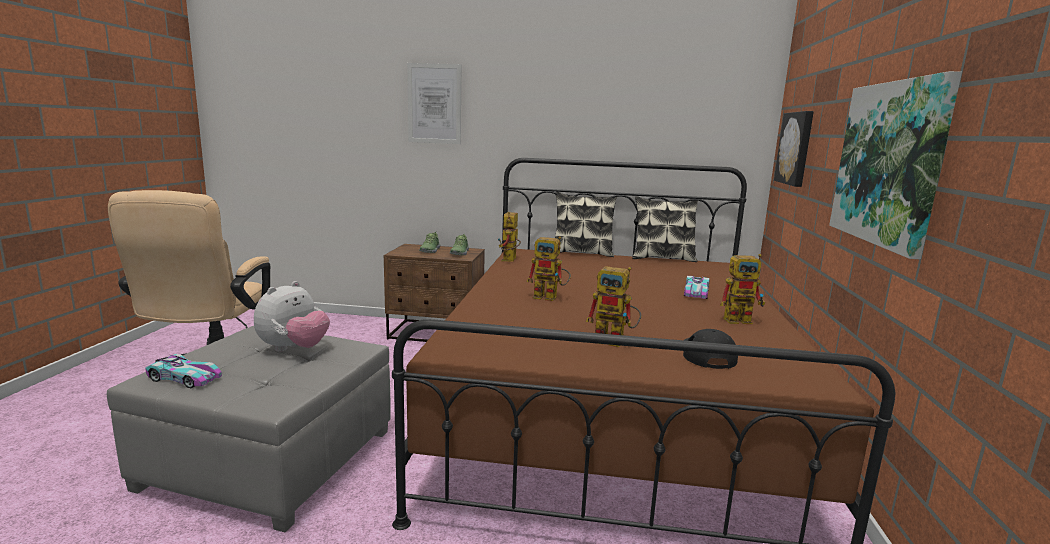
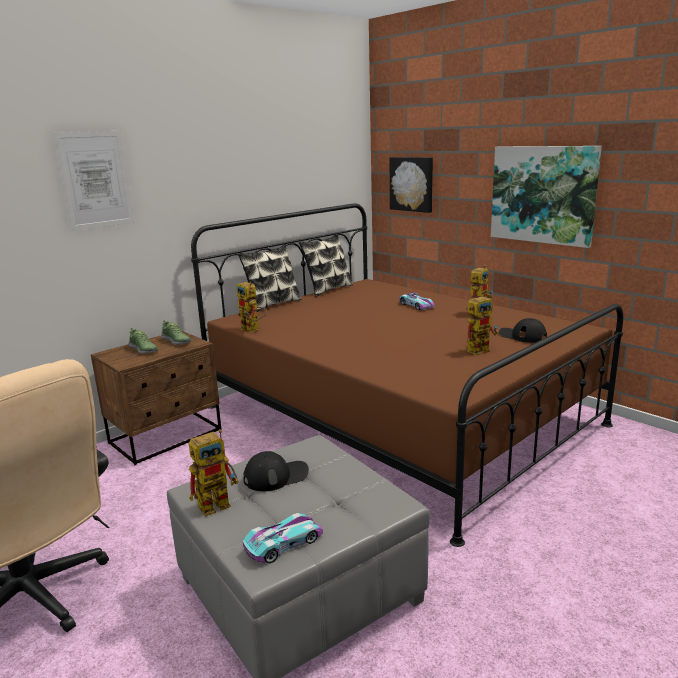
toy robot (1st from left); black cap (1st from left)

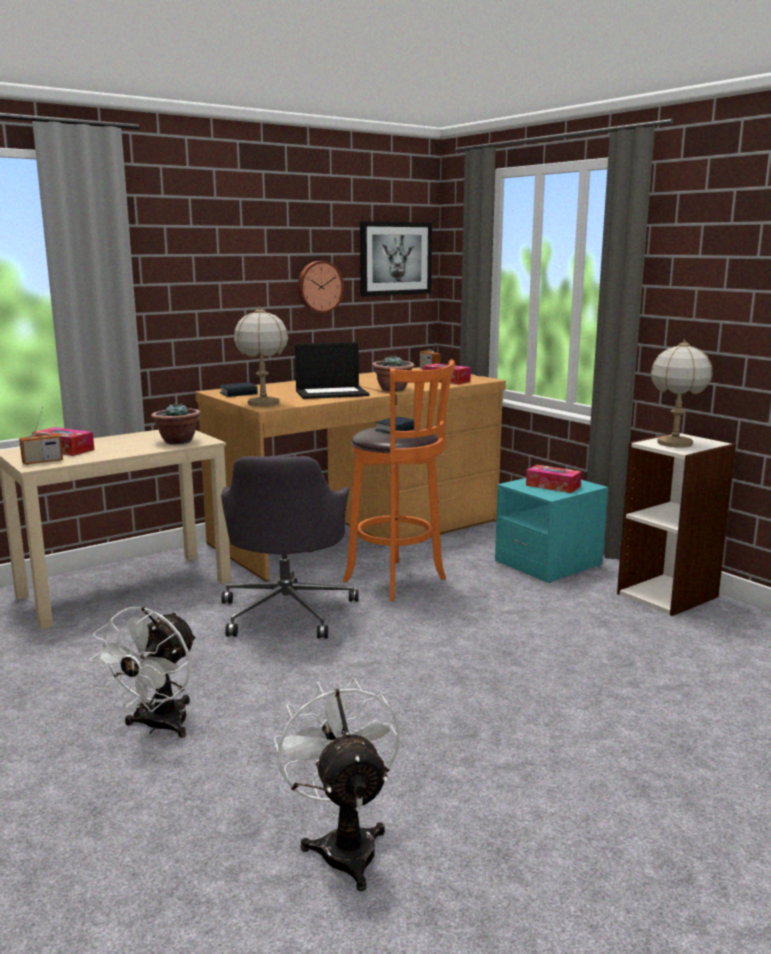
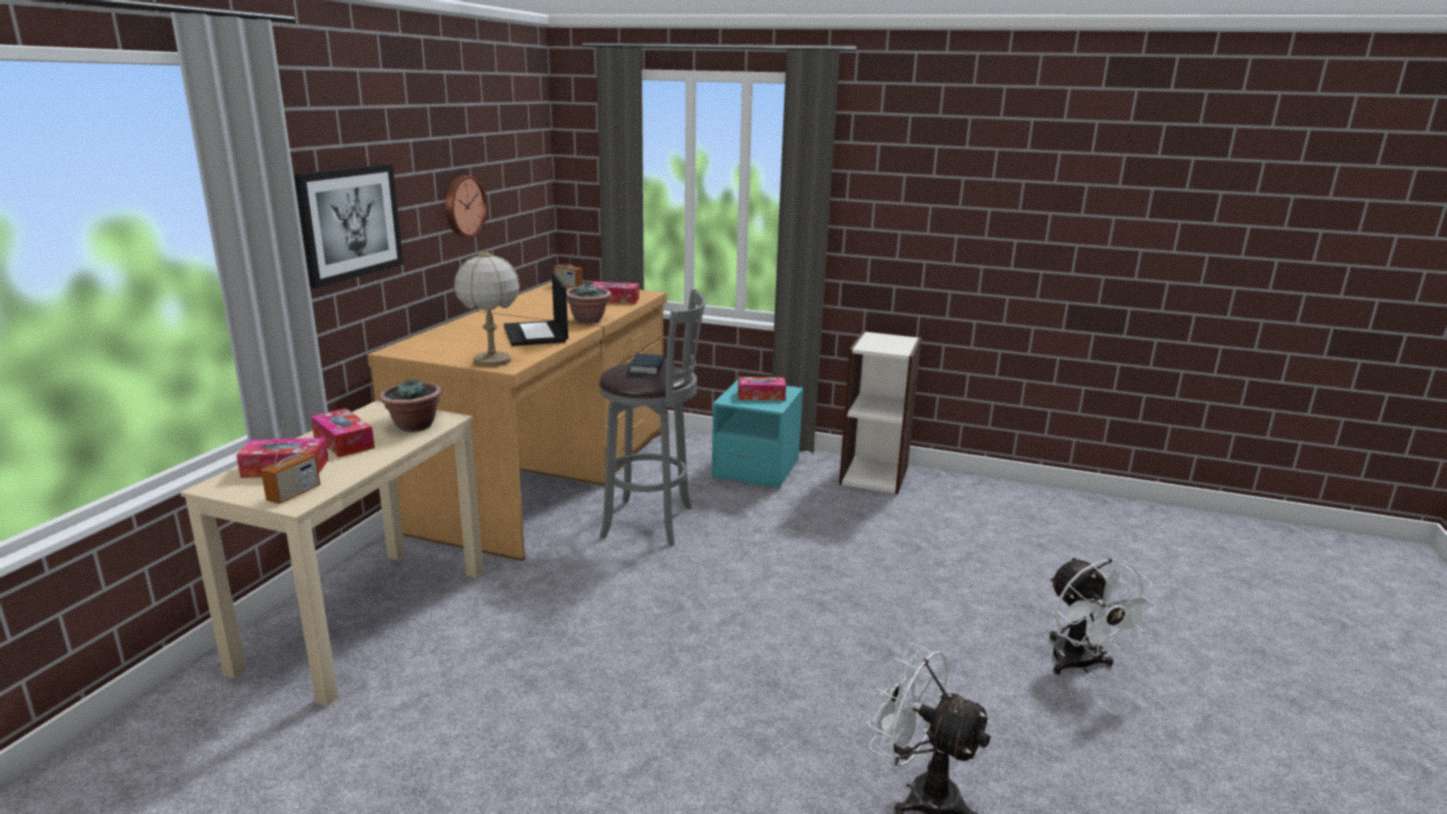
picture; tissue box (2nd from left); laptop; grey stool; white fan (2nd from left); book (1st from left in the first image); grey office chair; table lamp (2nd from left in the first image)

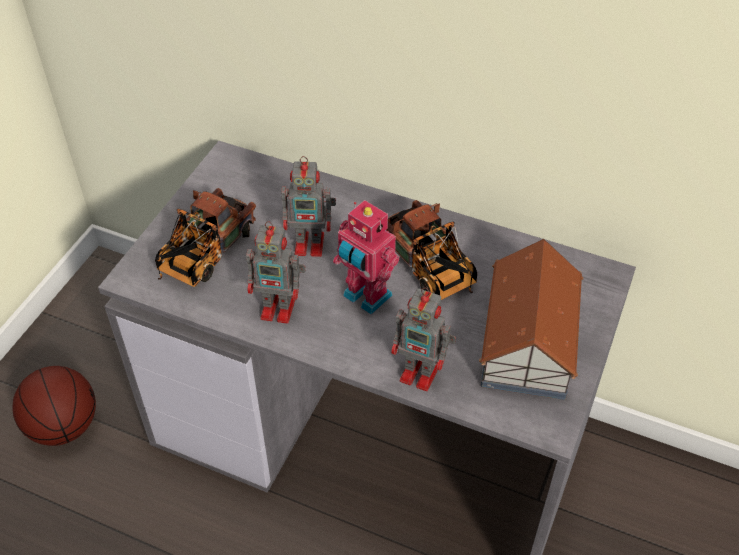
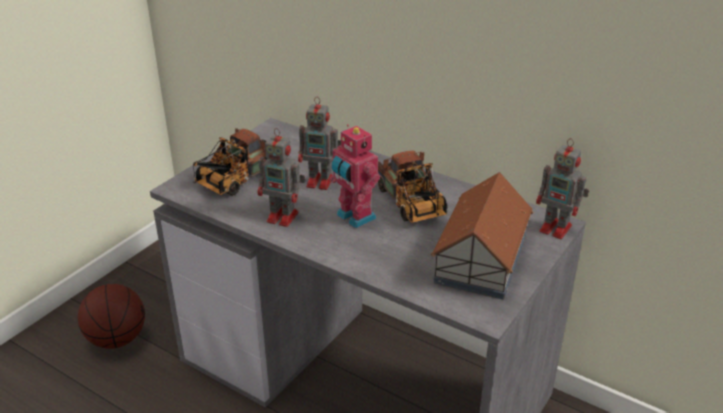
toy robot (4th from left)

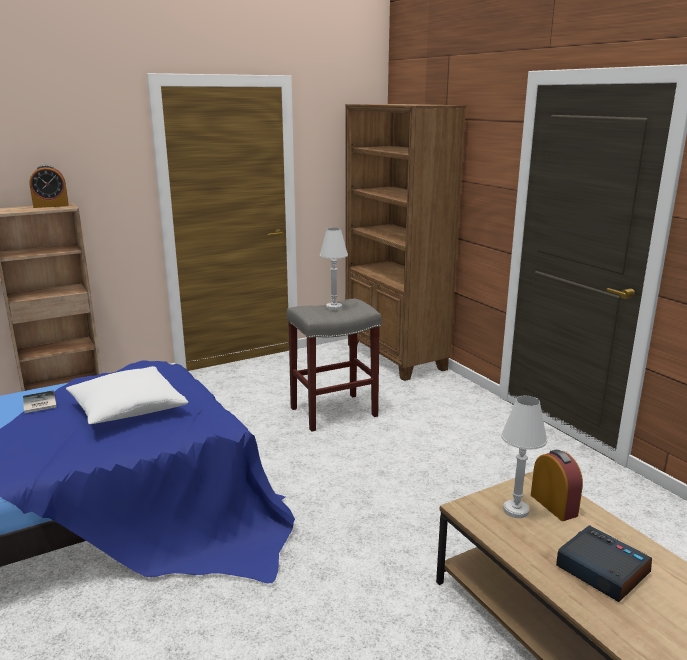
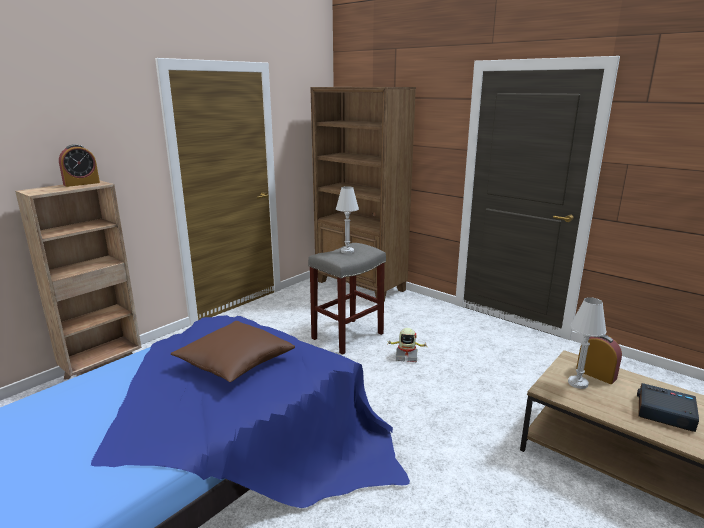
brown pillow; toy robot; book

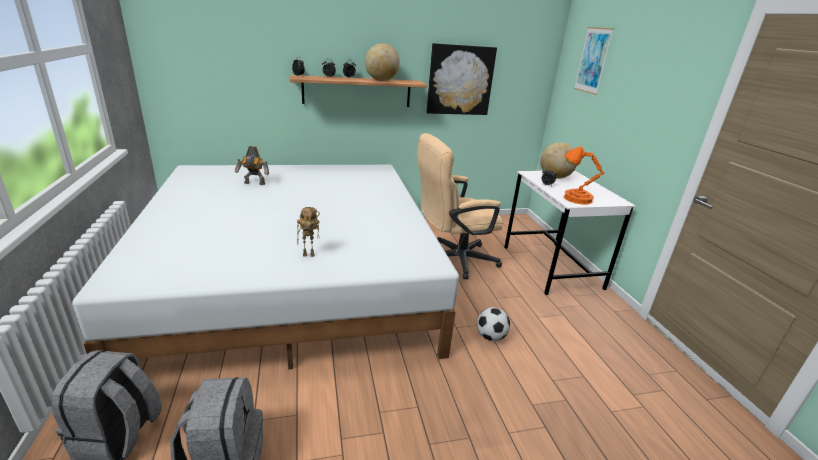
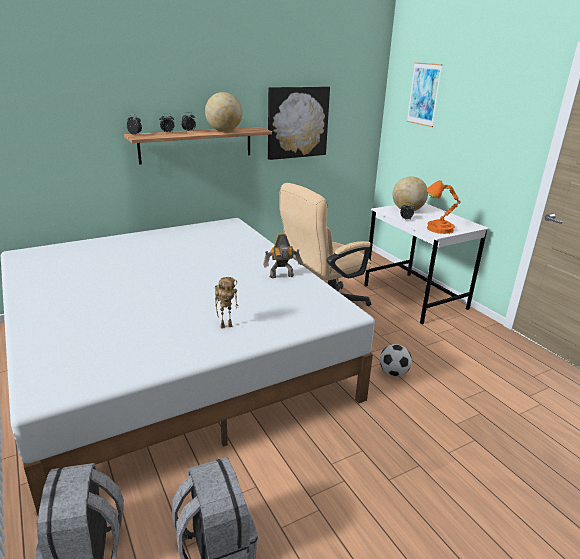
toy robot (2nd from left)

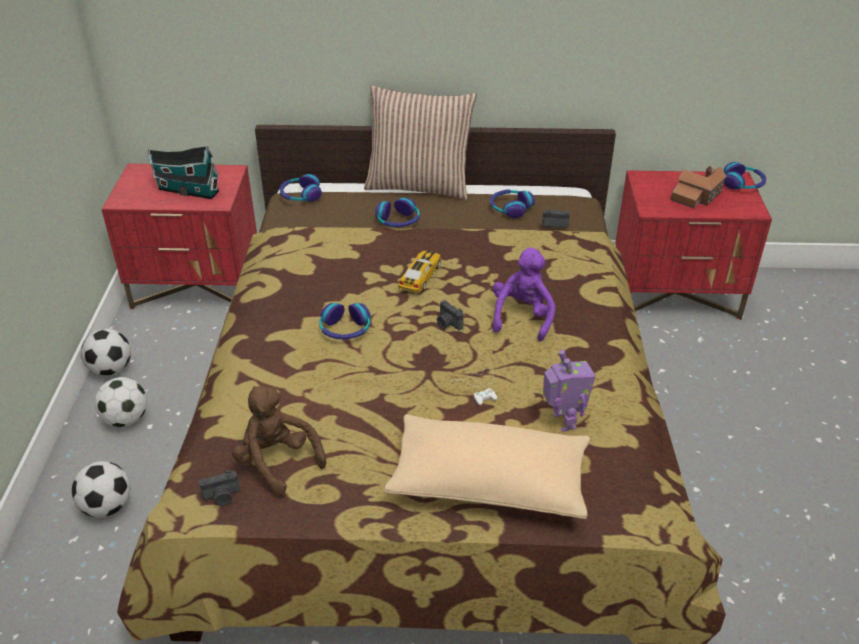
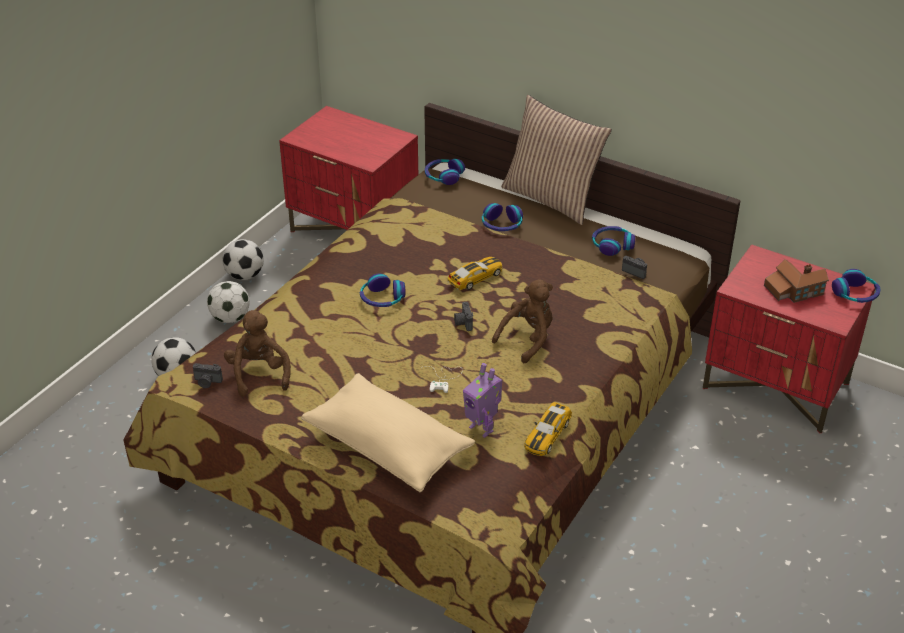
toy robot; brown plush toy (2nd from left); toy car (2nd from left); toy house (1st from left in the first image)

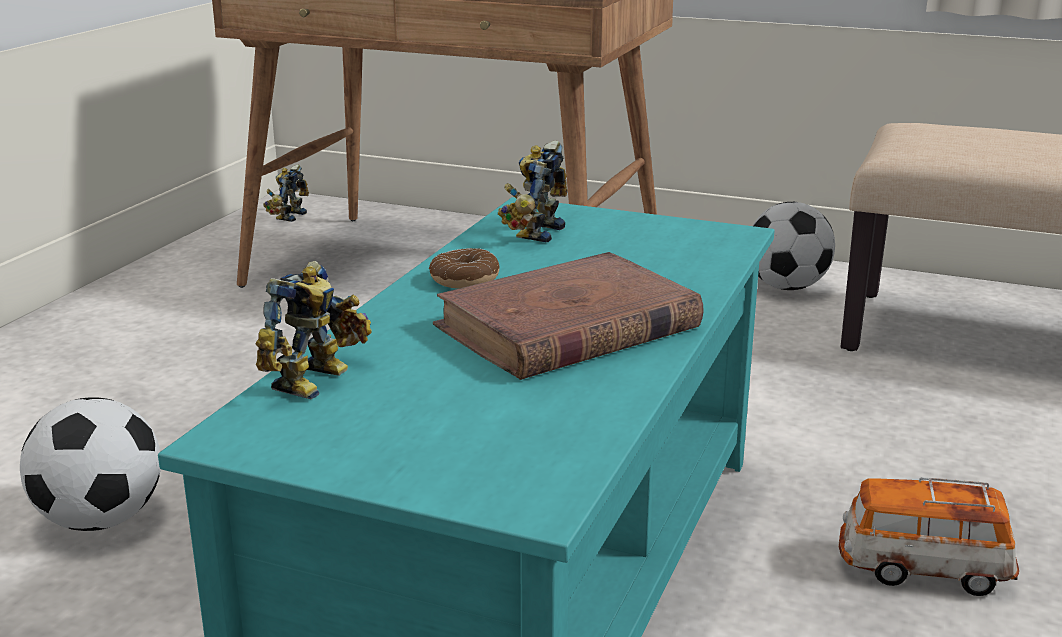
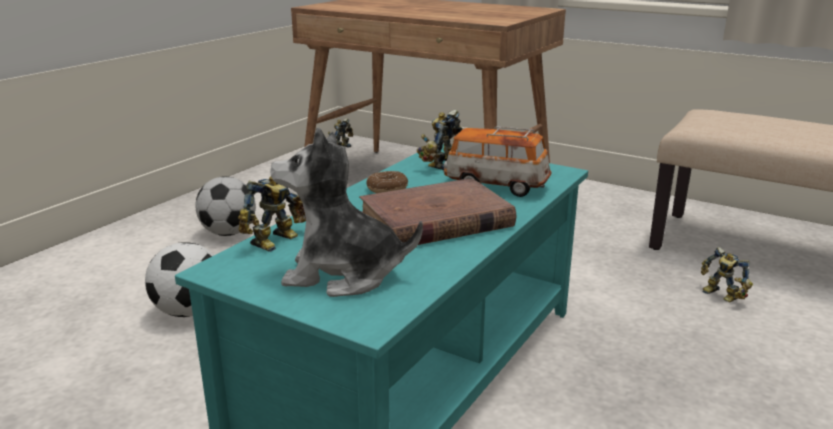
football (2nd from left); plush toy; toy car; toy robot (4th from left)

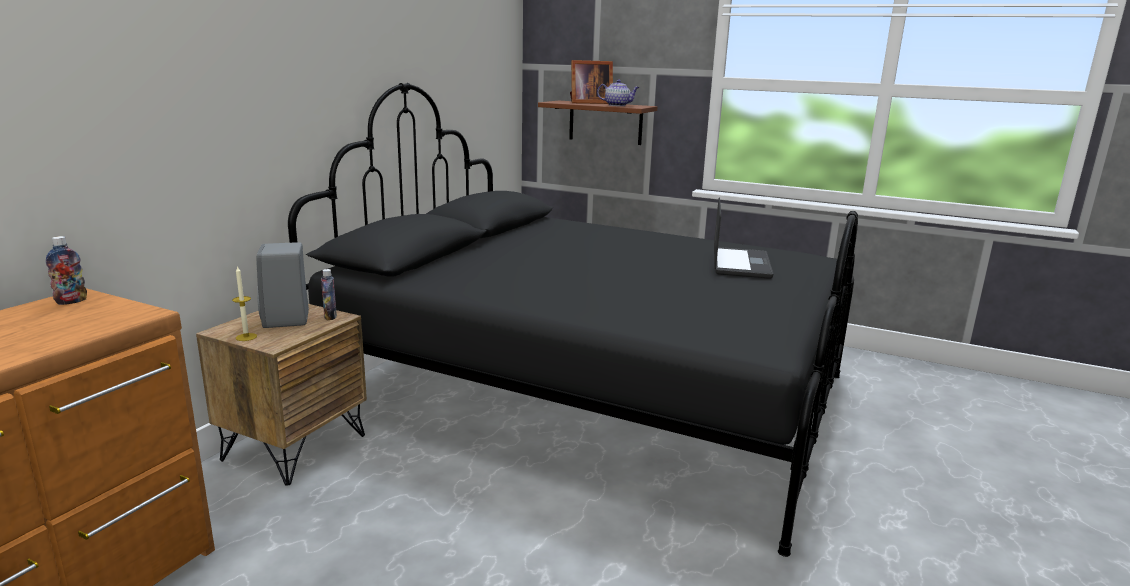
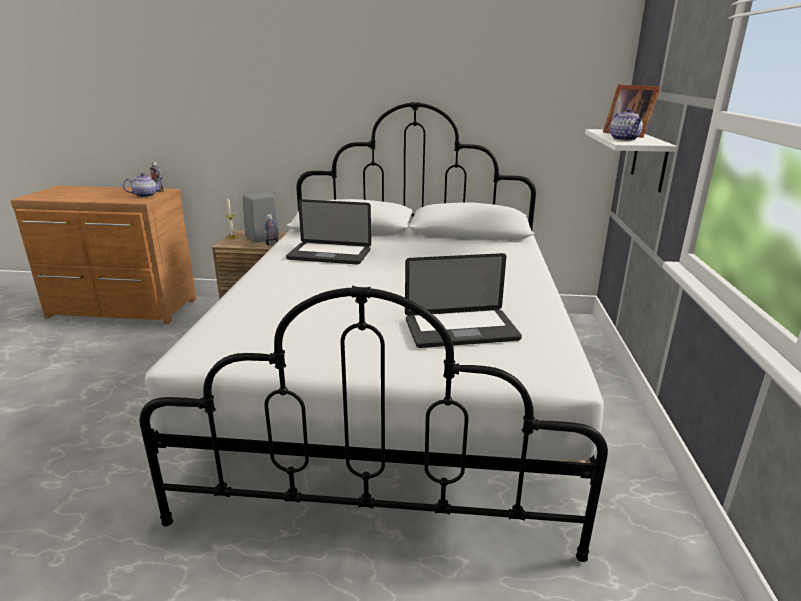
teapot (1st from left); white bed; laptop (1st from left); white shelf

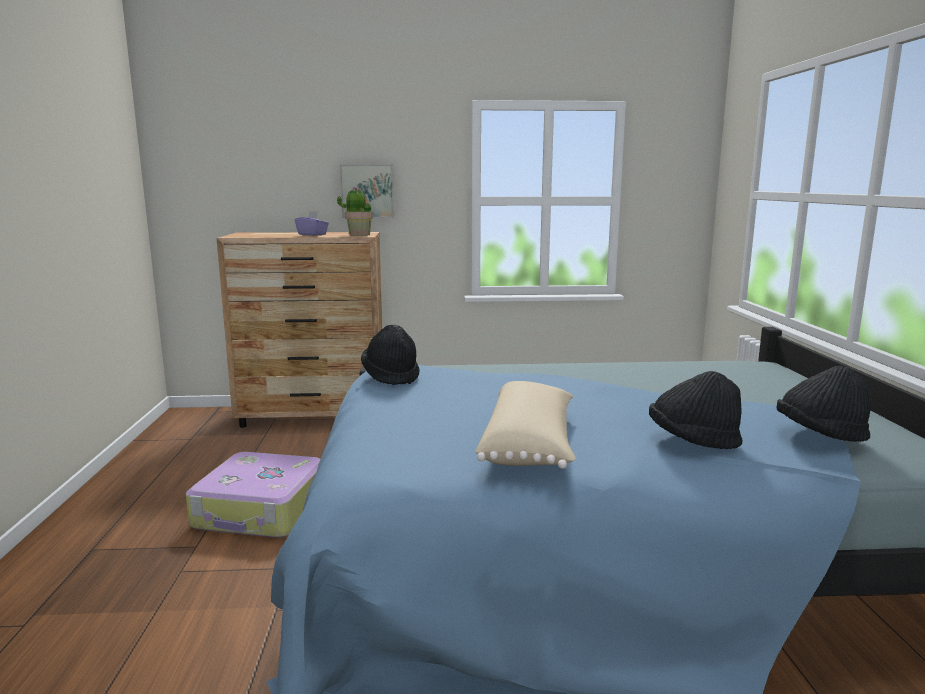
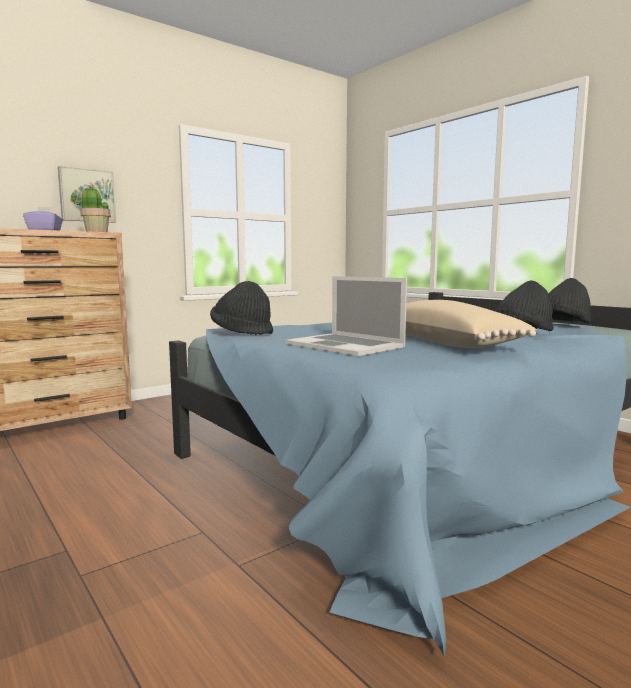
laptop; suitcase

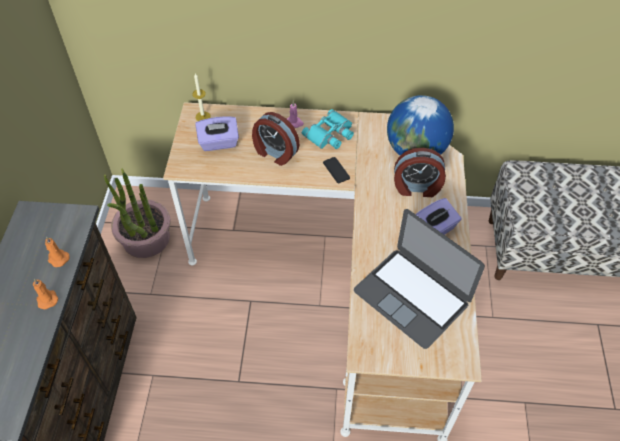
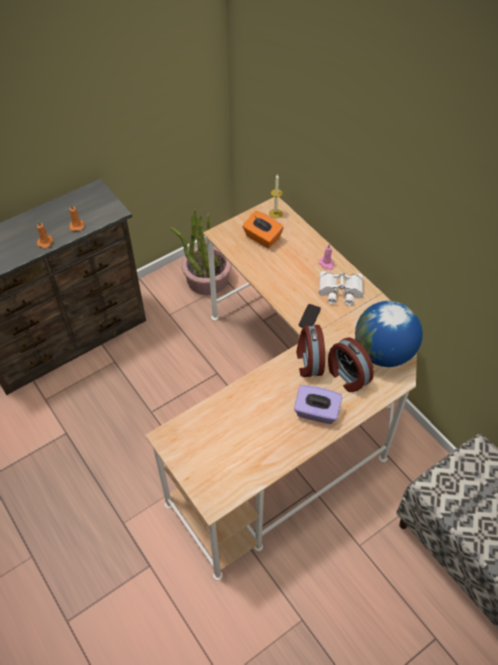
orange tissue box; alarm clock (1st from left); white binoculars; laptop

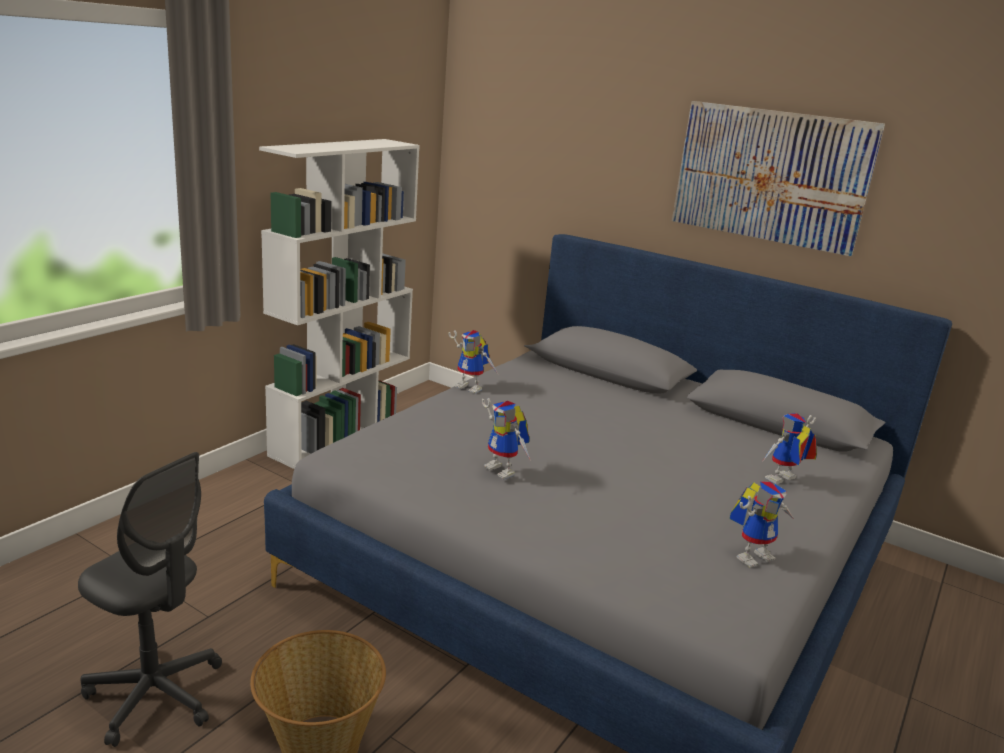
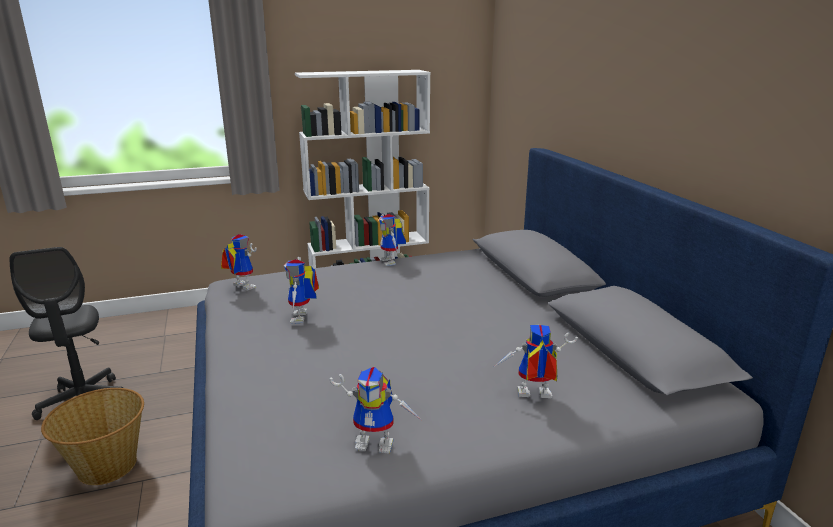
toy robot (1st from left); picture

